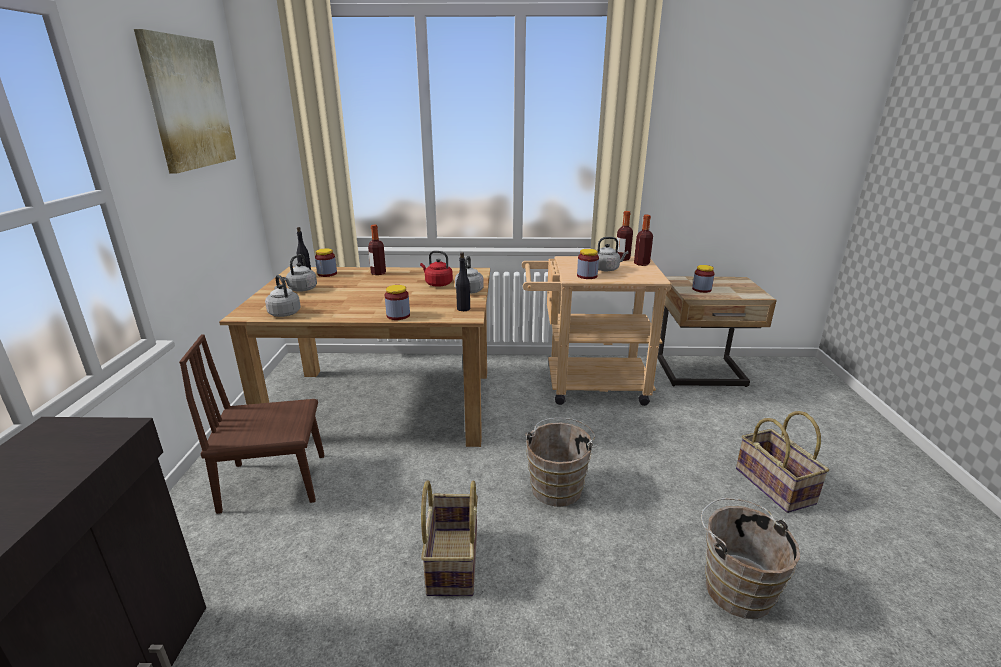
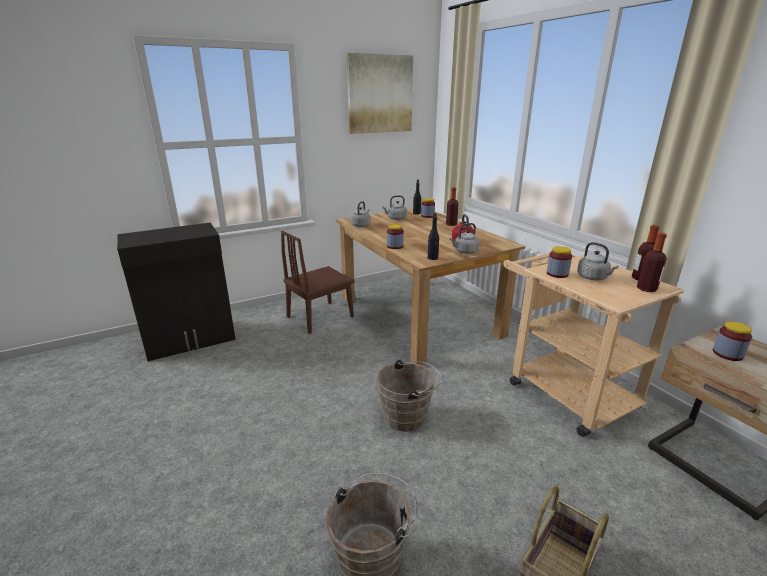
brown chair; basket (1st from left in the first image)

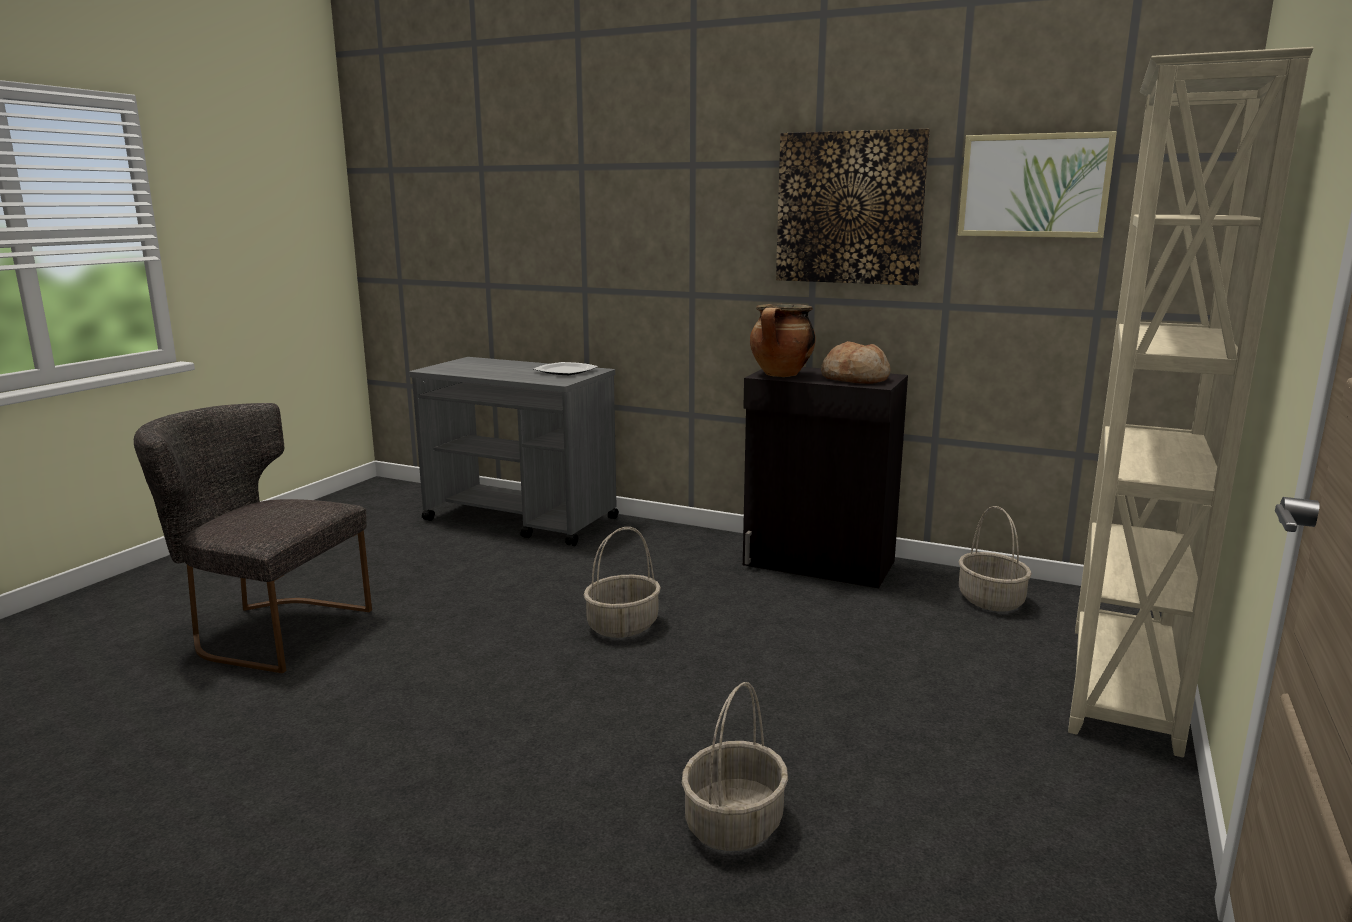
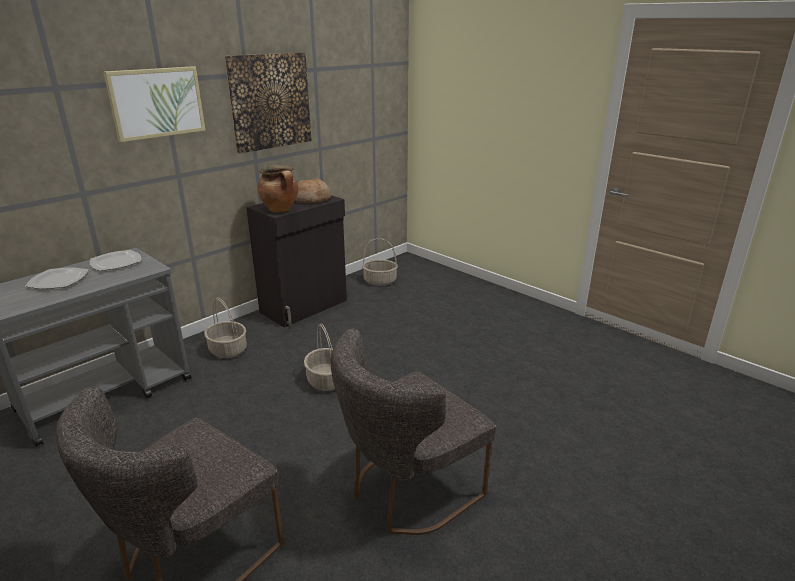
plate (1st from left); picture (1st from left); basket (1st from left); grey chair (2nd from left); beige bookcase

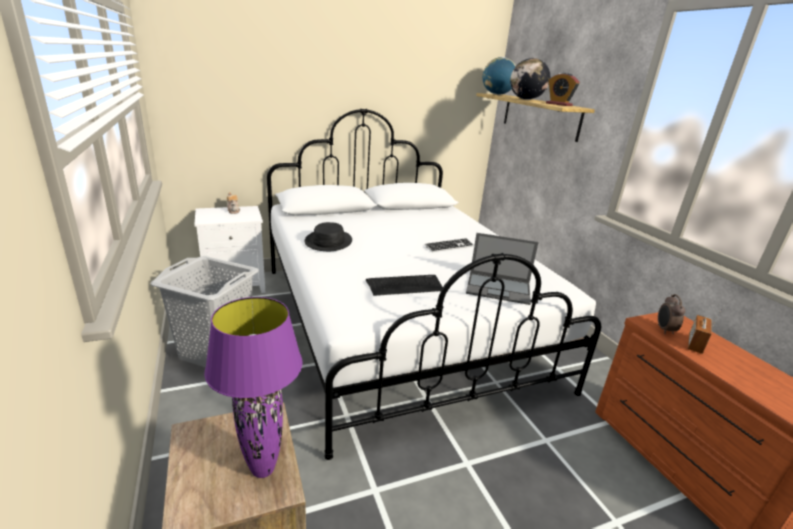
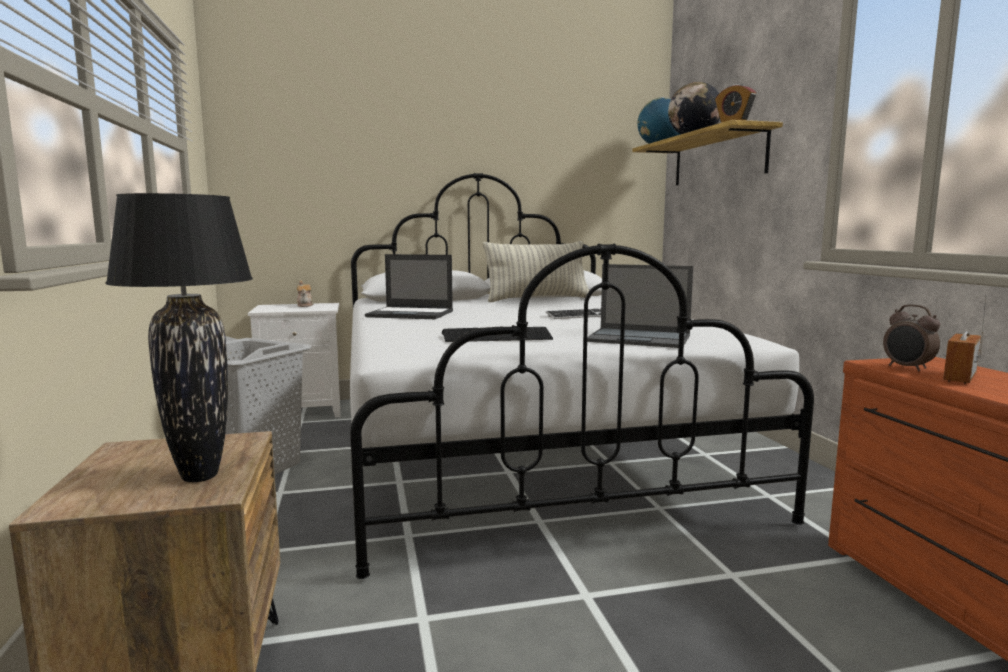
black table lamp; laptop (1st from left); pillow; alarm clock (2nd from left)

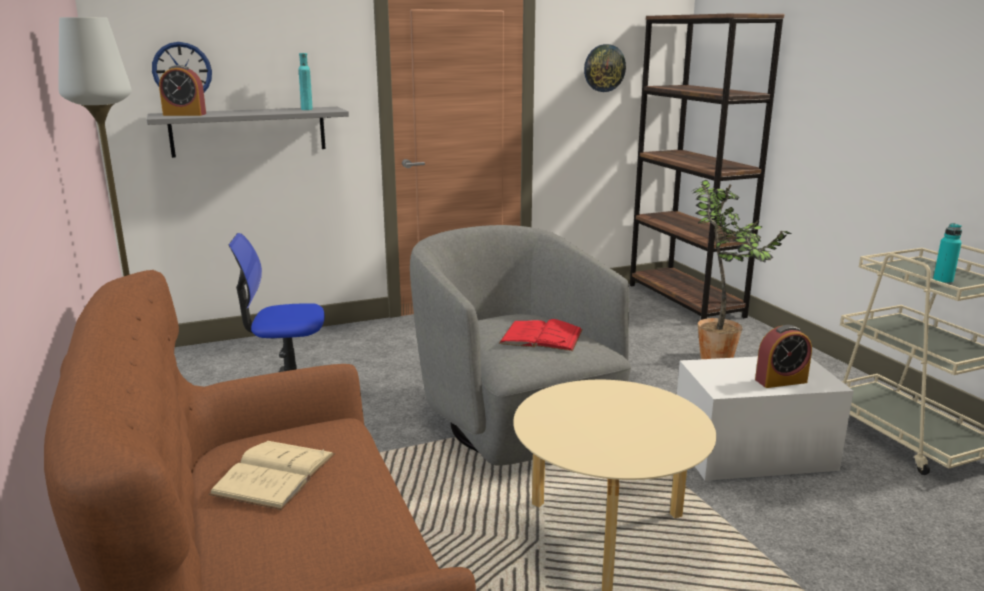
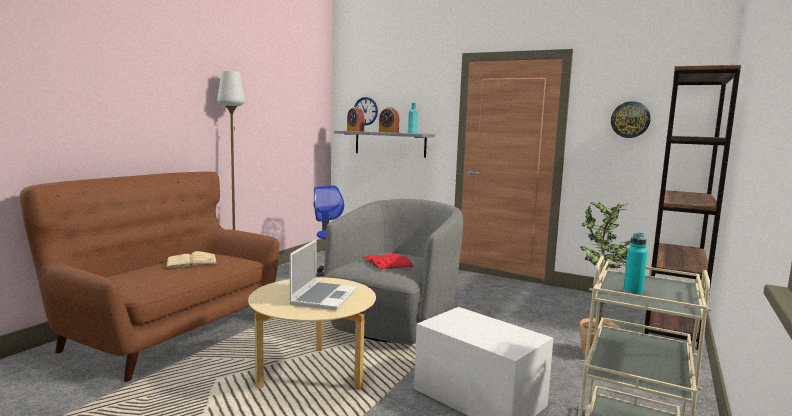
laptop; alarm clock (2nd from left)

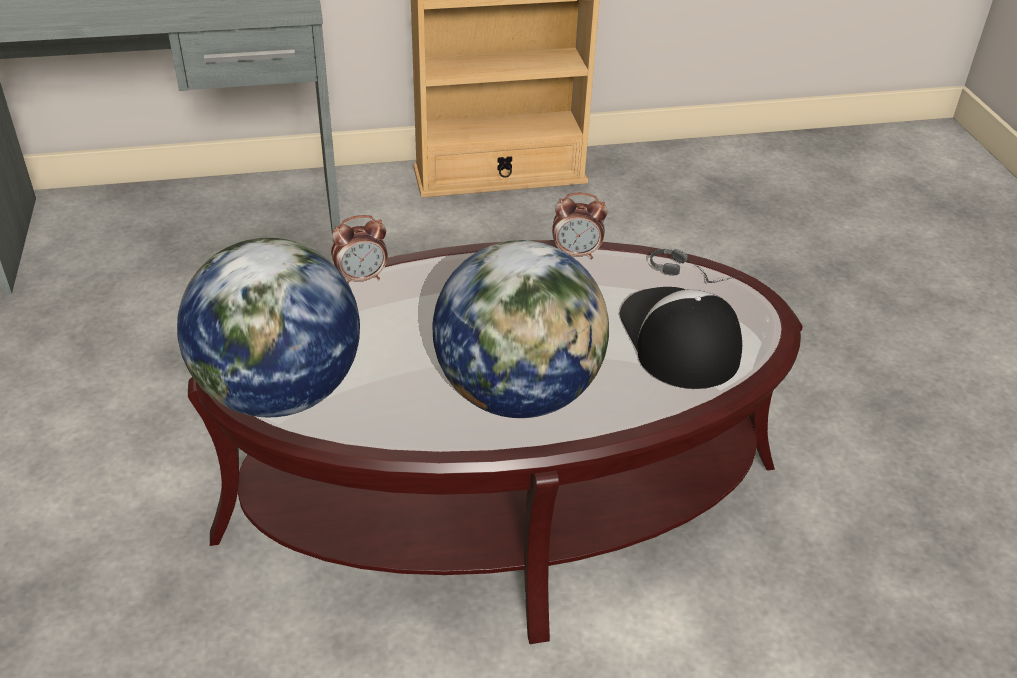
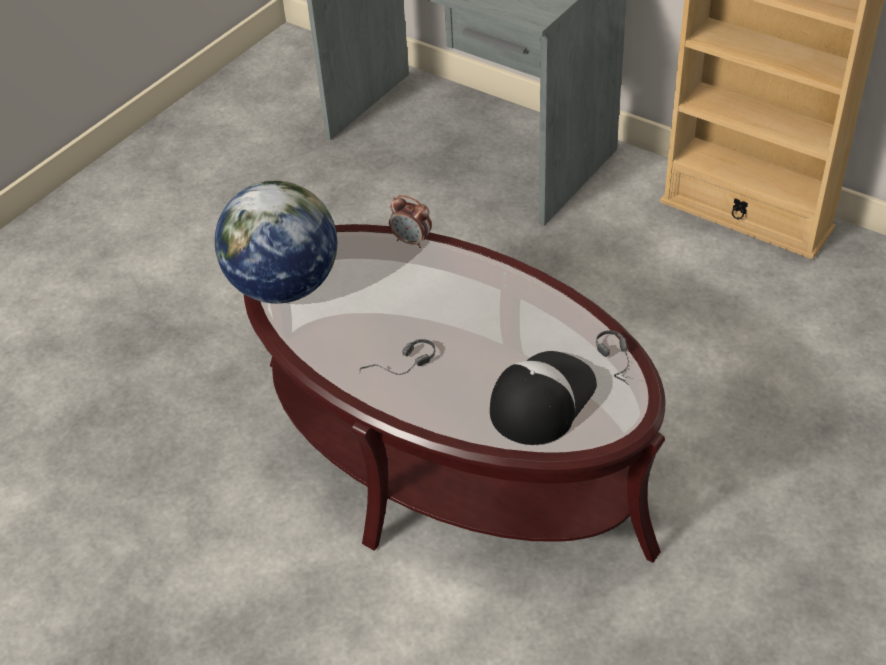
headphones (1st from left); alarm clock (2nd from left in the first image)

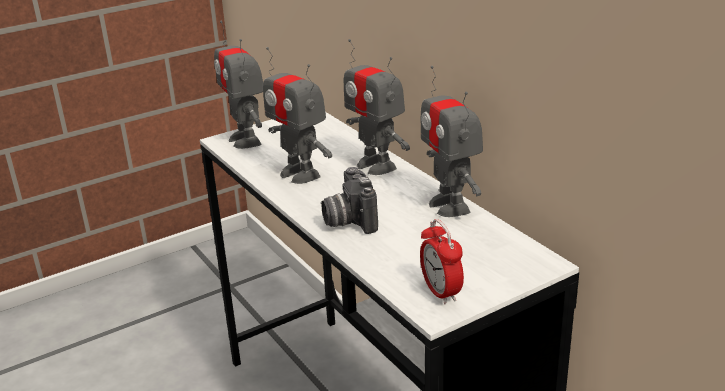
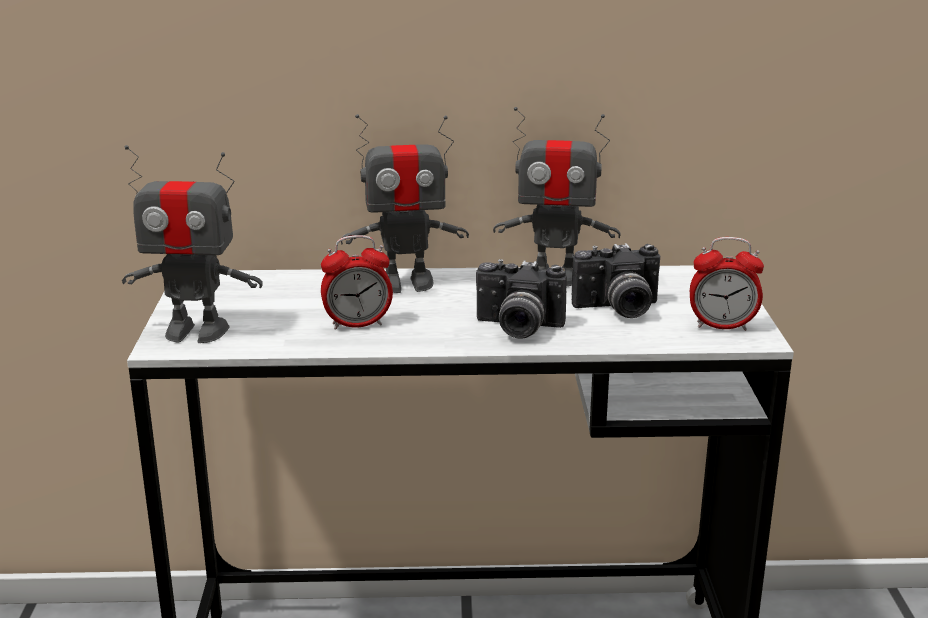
alarm clock (1st from left); photo camera (2nd from left)

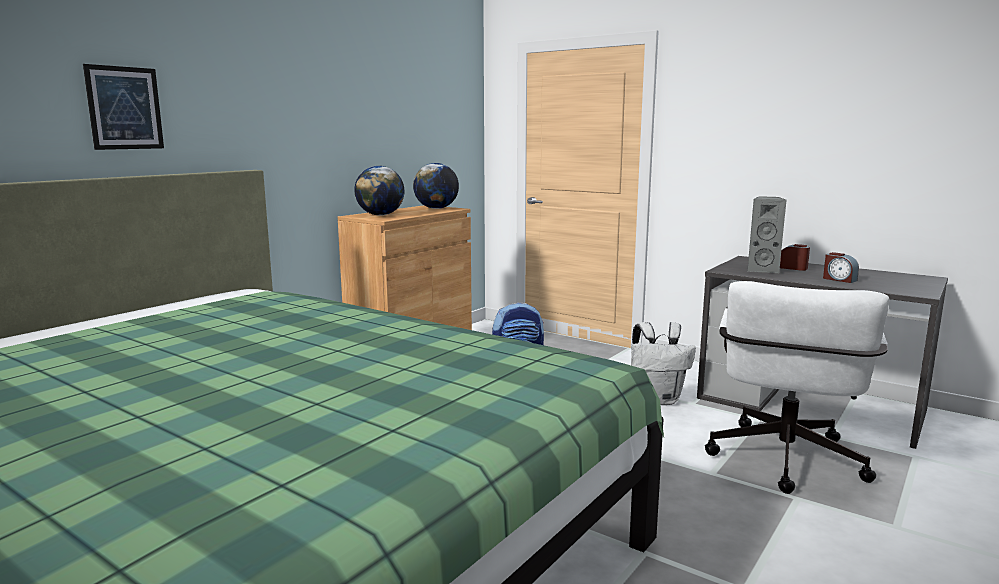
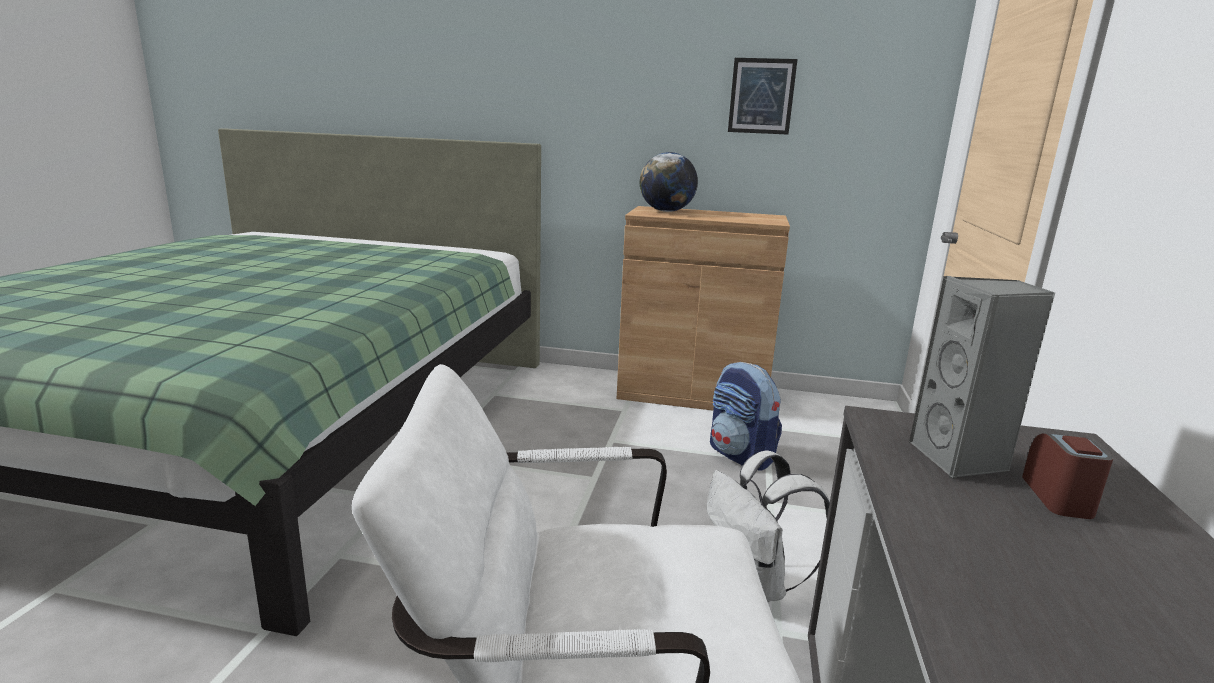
picture; globe (2nd from left in the first image); alarm clock (2nd from left in the first image)

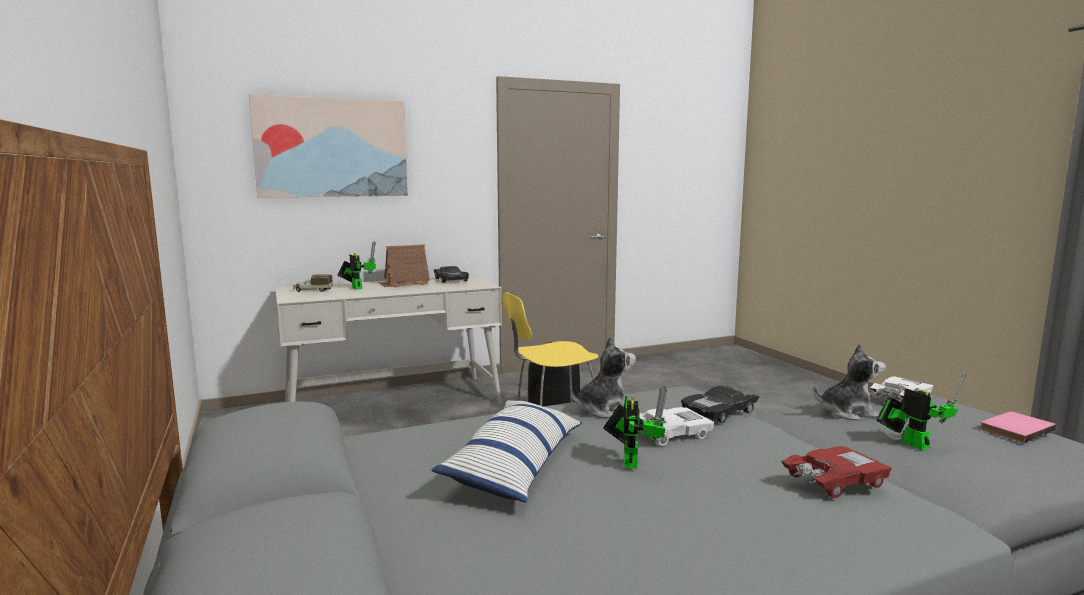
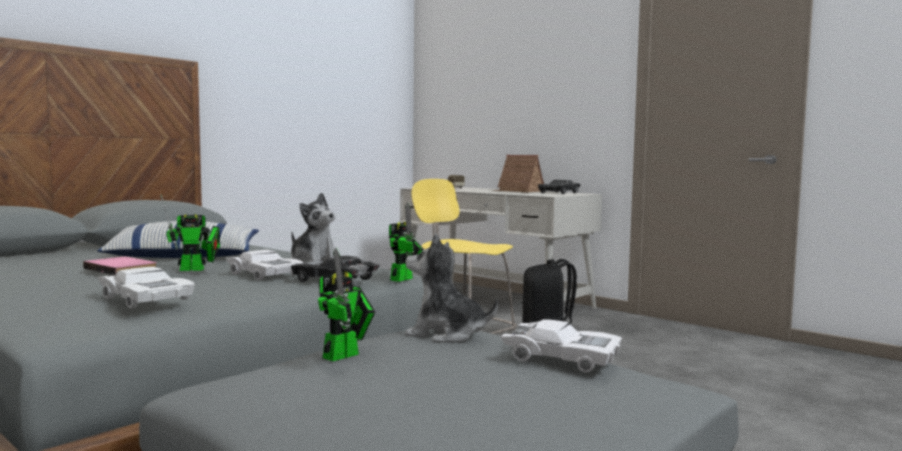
pink book; white toy car (1st from left); toy robot (3rd from left); plush toy (2nd from left); picture

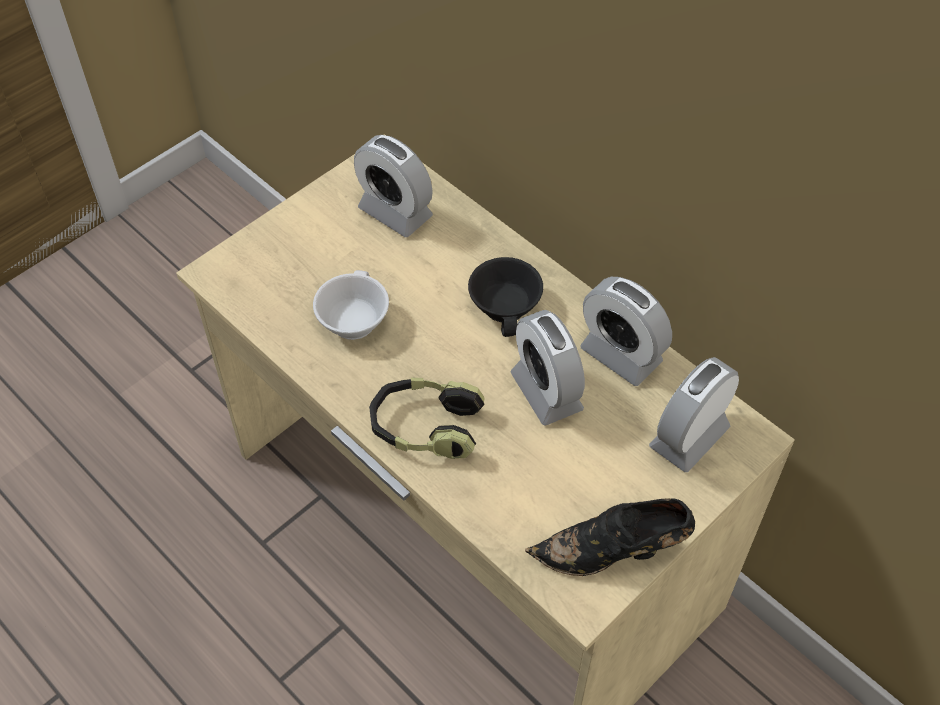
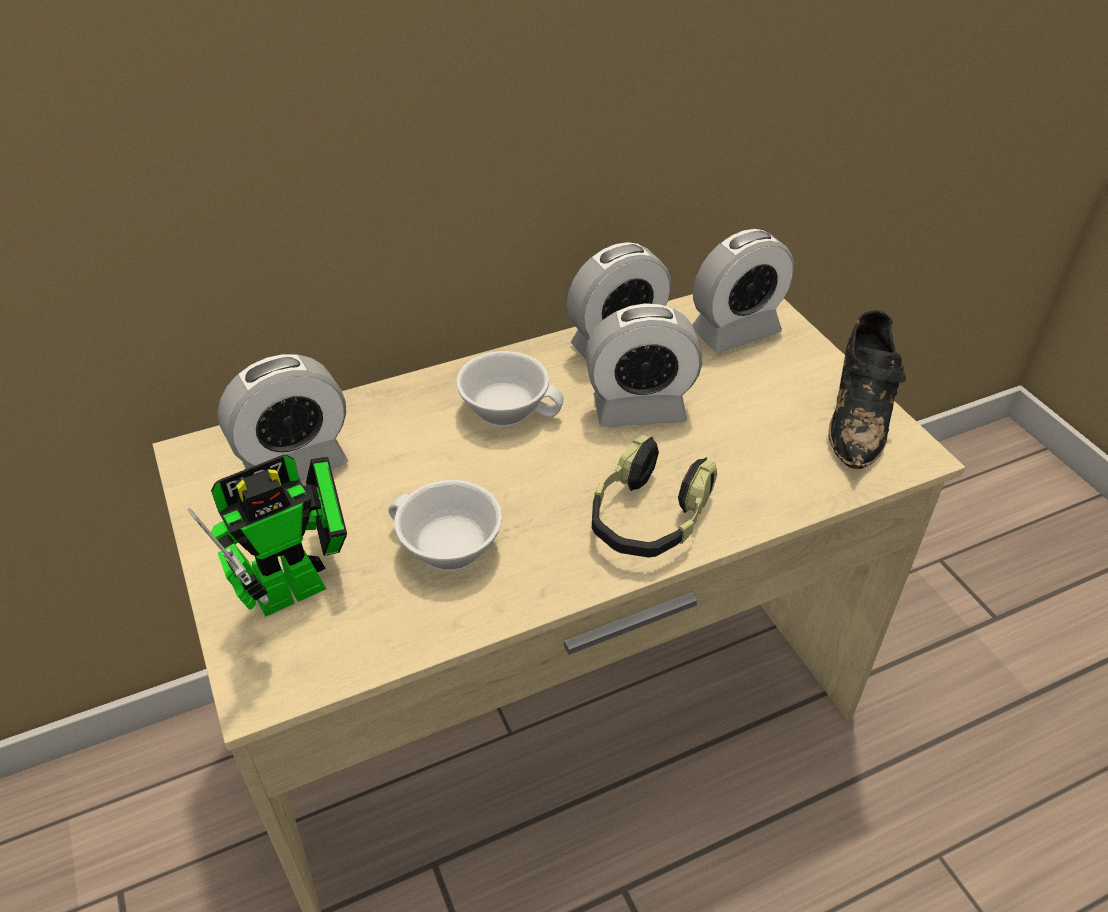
toy robot; white cup (2nd from left); alarm clock (4th from left)

